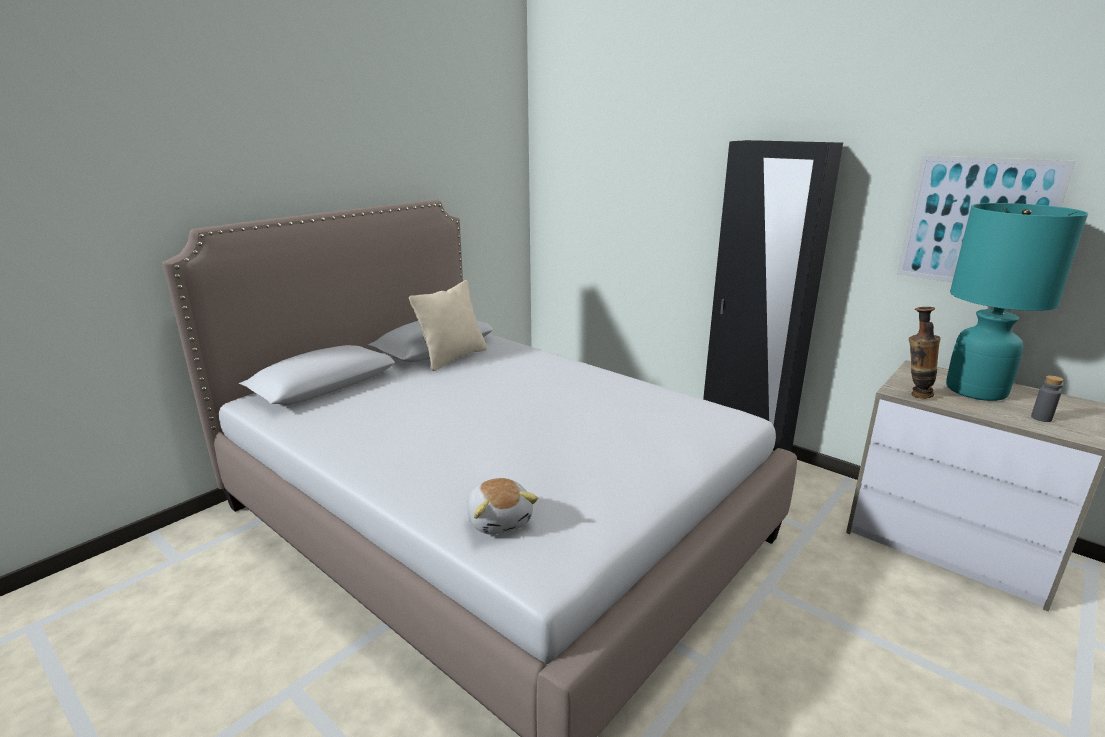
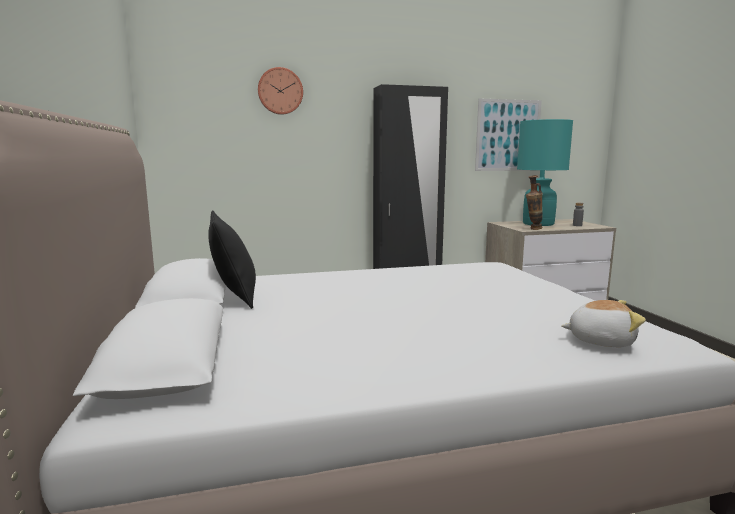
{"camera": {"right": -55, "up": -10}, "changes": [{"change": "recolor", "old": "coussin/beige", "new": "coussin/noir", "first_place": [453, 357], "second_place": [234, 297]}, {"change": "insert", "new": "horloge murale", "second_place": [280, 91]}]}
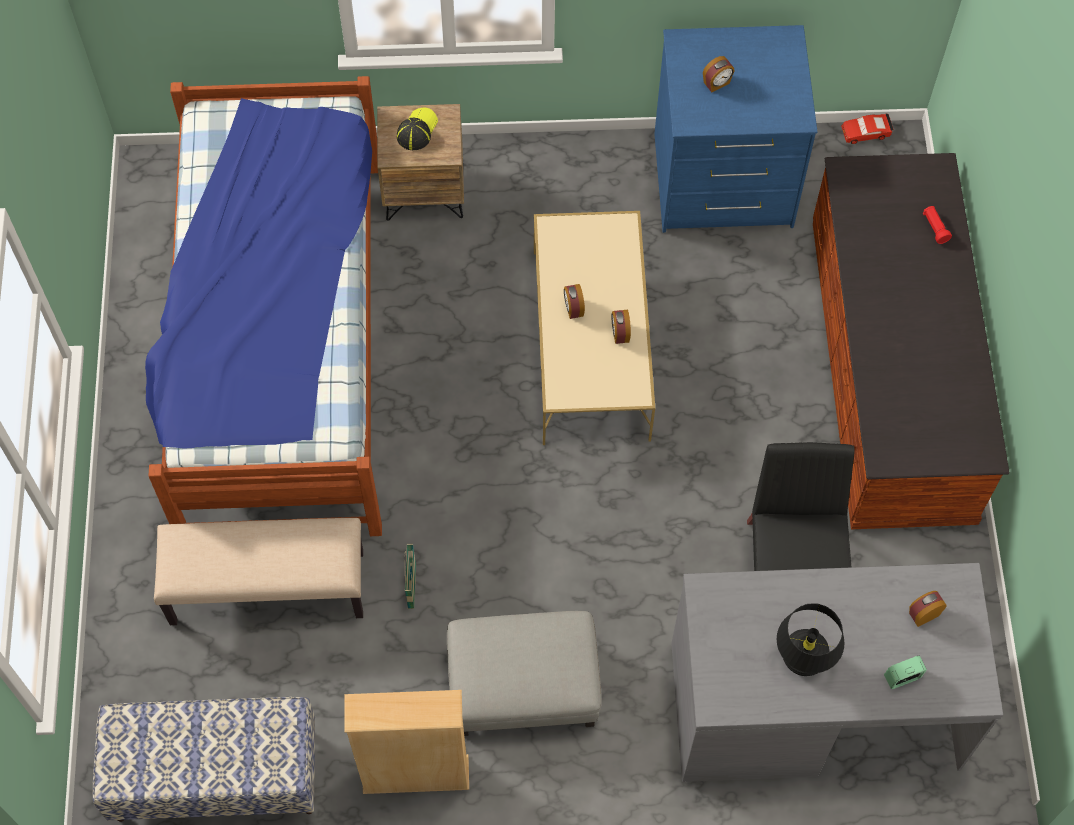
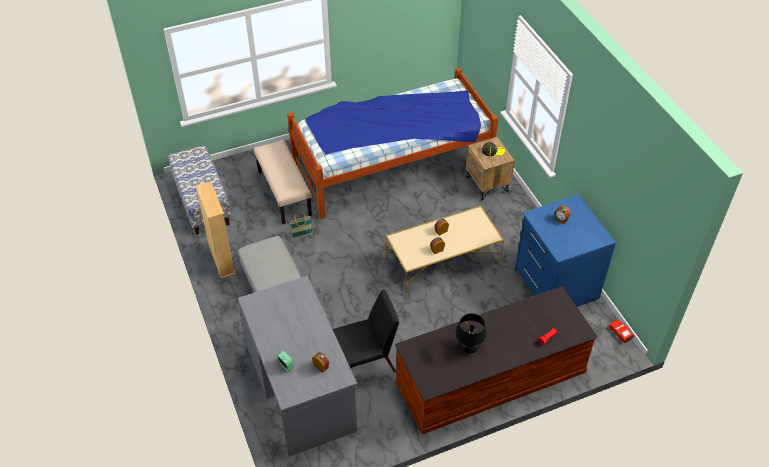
{"camera": {"right": 70, "up": -15}, "changes": [{"change": "move", "old": "lampe de table/noir", "first_place": [803, 659], "second_place": [469, 347]}]}
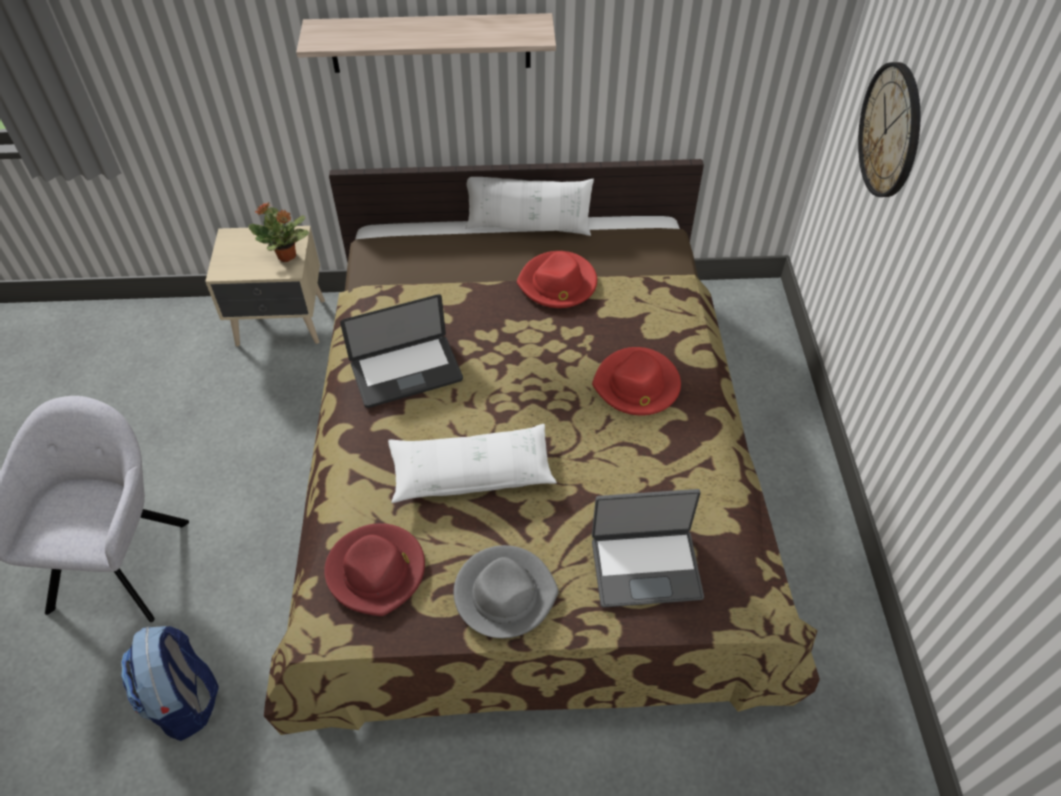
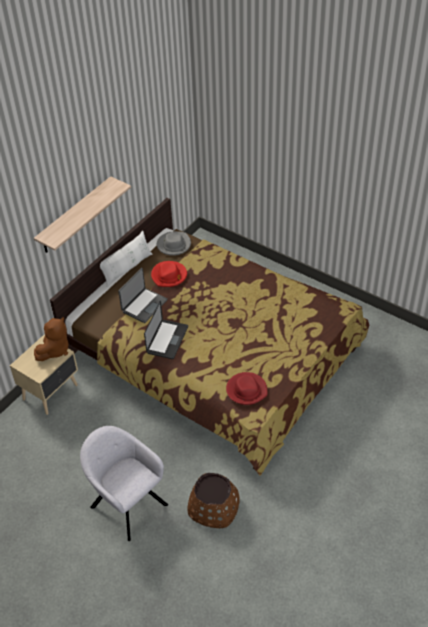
{"camera": {"right": -50, "up": -5}, "changes": [{"change": "delete", "old": "horloge murale", "first_place": [890, 130]}, {"change": "replace", "old": "plante en pot", "new": "peluche/marron", "first_place": [287, 256], "second_place": [55, 350]}, {"change": "delete", "old": "chapeau/rouge", "first_place": [637, 385]}, {"change": "delete", "old": "coussin/blanc", "first_place": [472, 472]}, {"change": "move", "old": "ordinateur portable", "first_place": [645, 566], "second_place": [144, 305]}, {"change": "move", "old": "chapeau/gris", "first_place": [504, 593], "second_place": [174, 245]}, {"change": "replace", "old": "sac à dos", "new": "cache-pot/marron", "first_place": [185, 700], "second_place": [213, 507]}]}
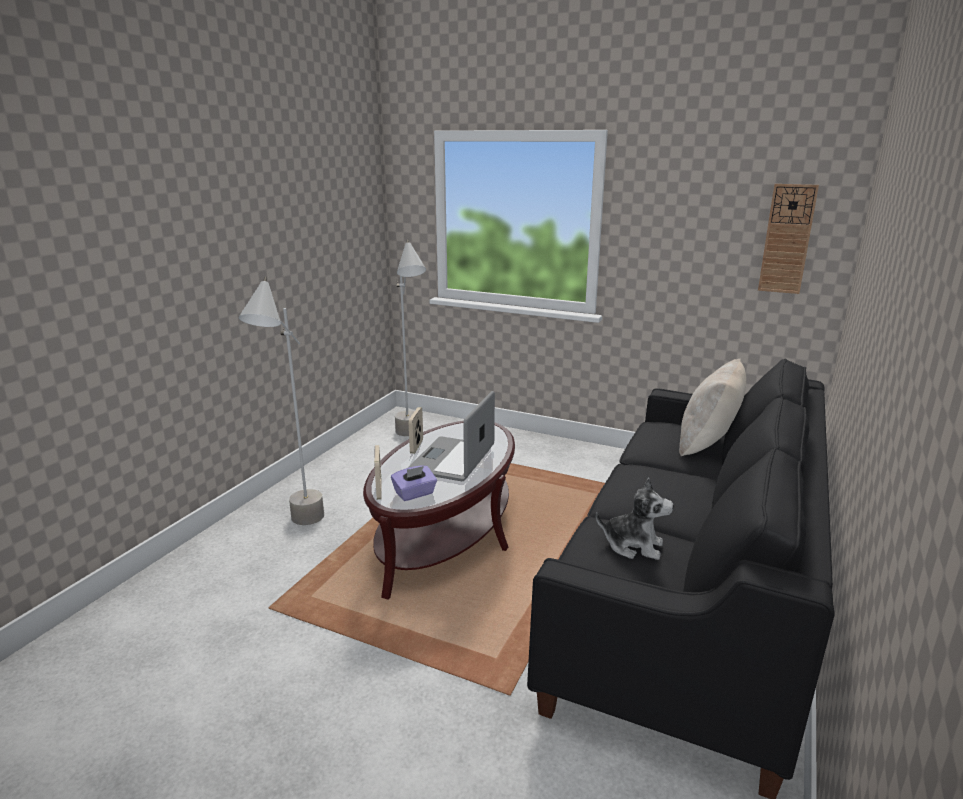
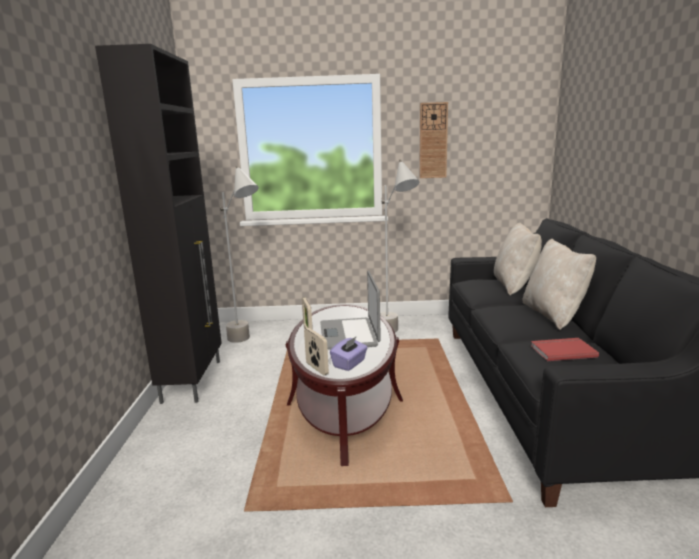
{"camera": {"right": -25, "up": -5}, "changes": [{"change": "move", "old": "horloge murale", "first_place": [787, 239], "second_place": [433, 140]}, {"change": "move", "old": "lampadaire/gris", "first_place": [299, 531], "second_place": [396, 335]}, {"change": "replace", "old": "peluche", "new": "livre/rouge", "first_place": [633, 545], "second_place": [562, 351]}, {"change": "insert", "new": "meuble de rangement/noir", "second_place": [193, 380]}, {"change": "insert", "new": "coussin/beige", "second_place": [553, 315]}]}
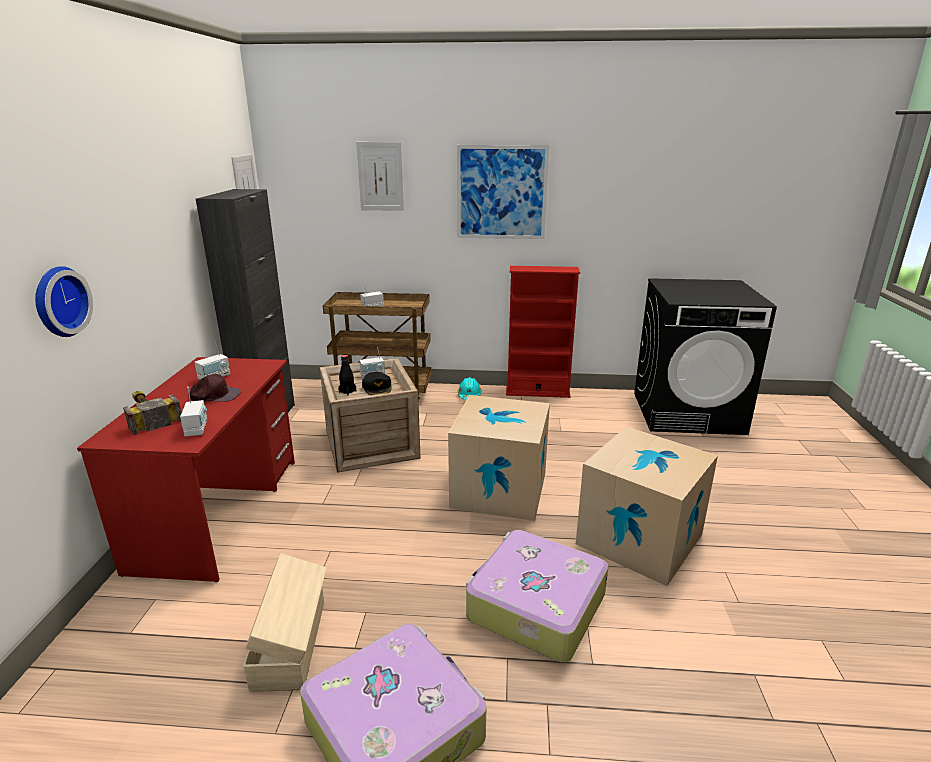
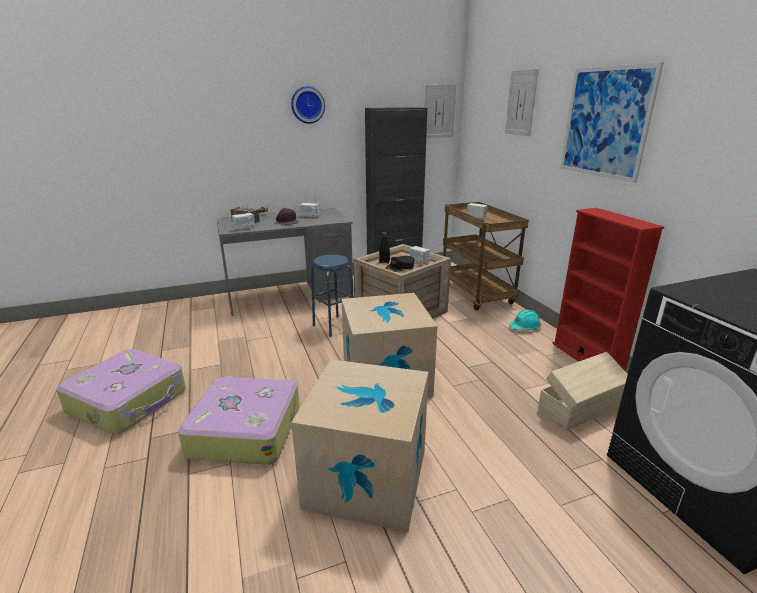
{"camera": {"right": 65, "up": 0}, "changes": [{"change": "move", "old": "horloge murale", "first_place": [58, 301], "second_place": [307, 105]}, {"change": "recolor", "old": "bureau/rouge", "new": "bureau/gris", "first_place": [219, 512], "second_place": [290, 296]}, {"change": "move", "old": "boîte de rangement/beige", "first_place": [292, 642], "second_place": [581, 408]}, {"change": "insert", "new": "tabouret/bleu", "second_place": [334, 326]}]}
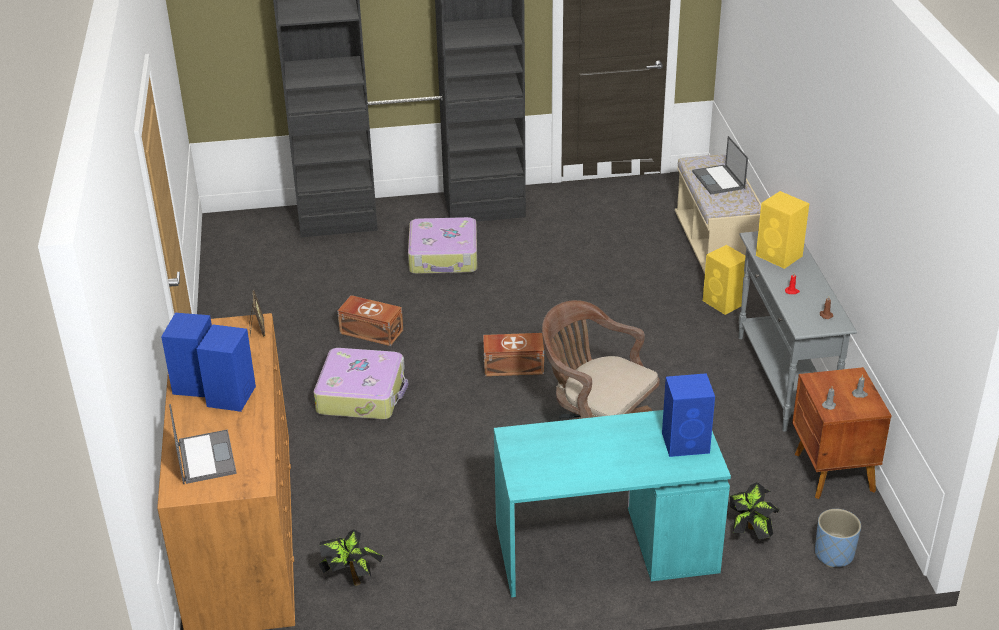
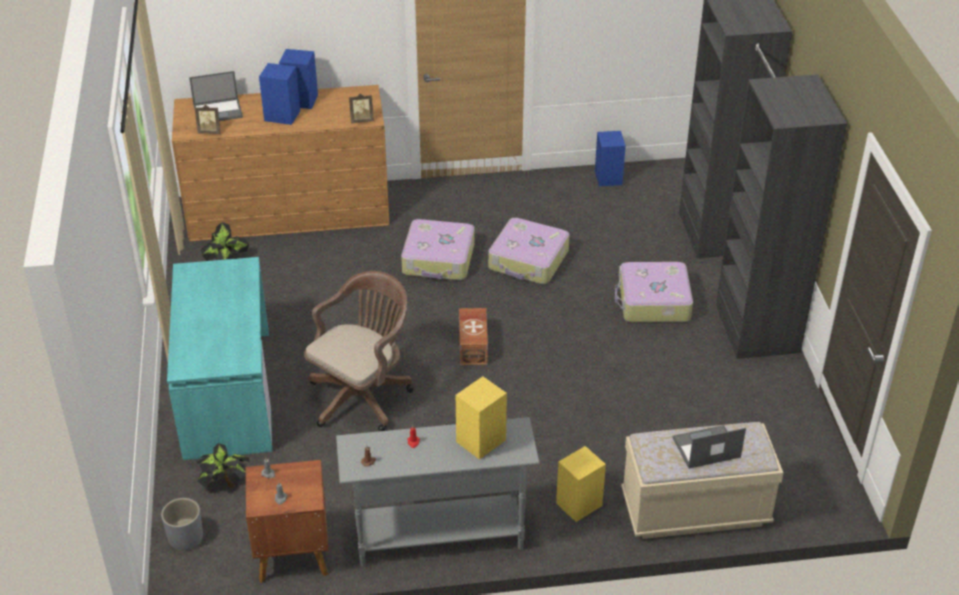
{"camera": {"right": 90, "up": 5}, "changes": [{"change": "replace", "old": "boîte de rangement/marron", "new": "valise", "first_place": [371, 331], "second_place": [528, 261]}, {"change": "move", "old": "enceinte/bleu", "first_place": [687, 443], "second_place": [608, 178]}, {"change": "recolor", "old": "cache-pot/bleu", "new": "cache-pot/gris", "first_place": [834, 554], "second_place": [185, 537]}, {"change": "insert", "new": "cadre photo", "second_place": [210, 131]}]}
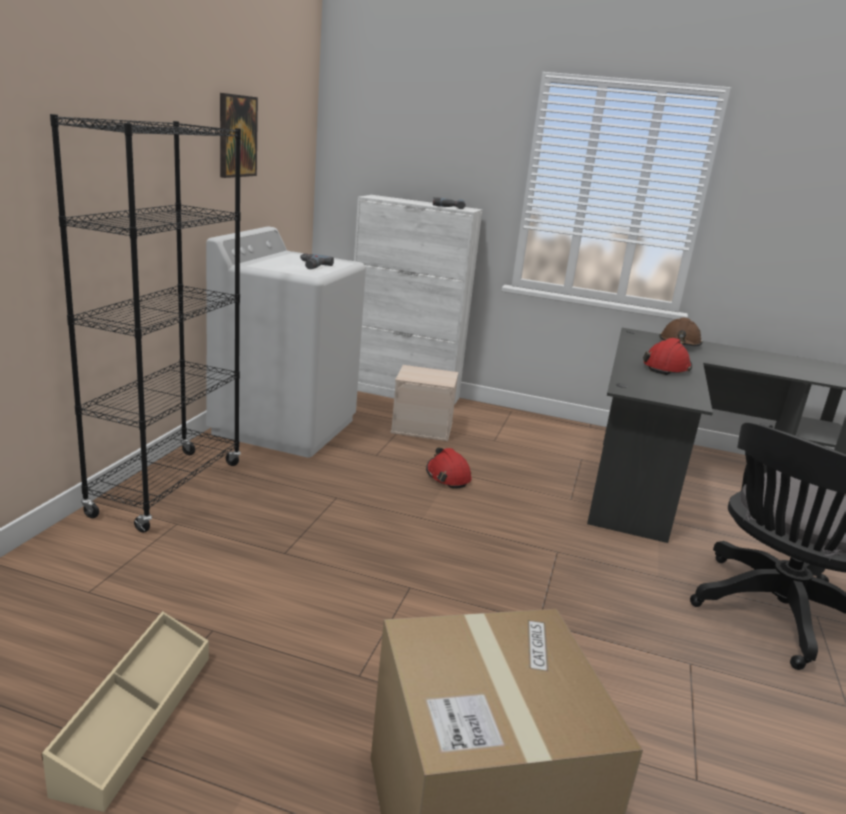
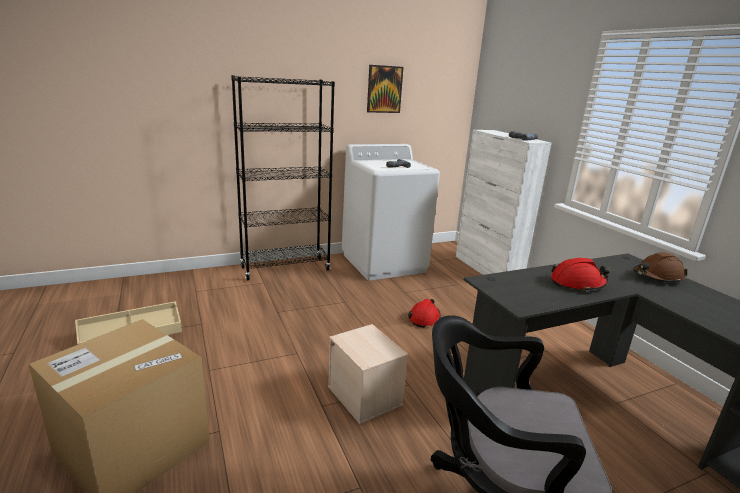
{"camera": {"right": 50, "up": 0}, "changes": [{"change": "move", "old": "boîte de rangement/beige", "first_place": [423, 427], "second_place": [365, 396]}]}
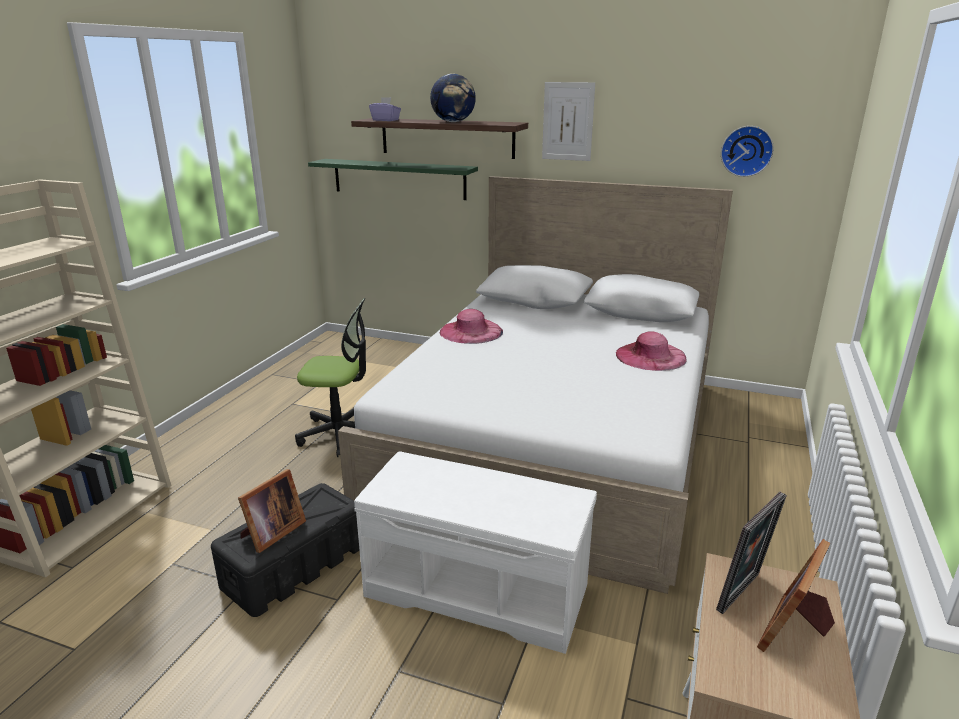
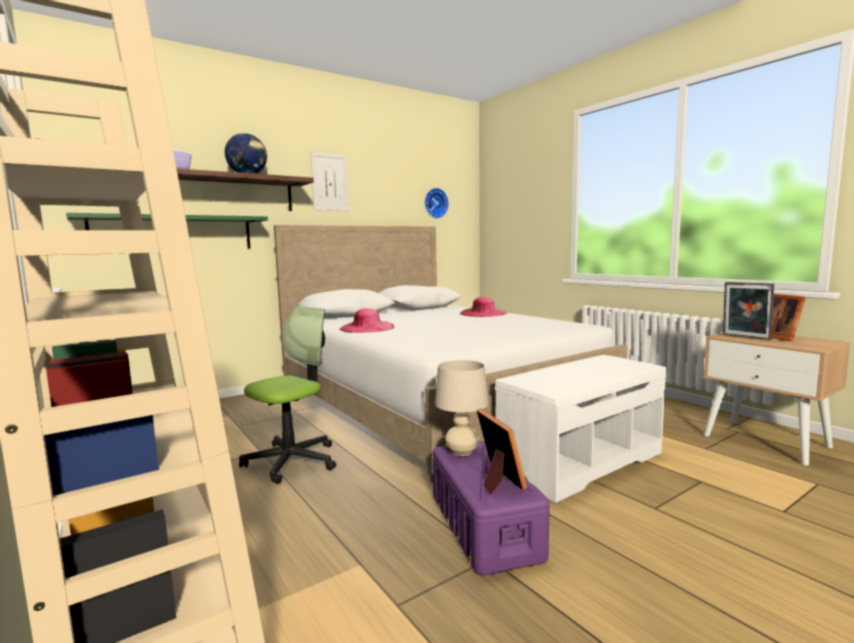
{"camera": {"right": -55, "up": -15}, "changes": [{"change": "recolor", "old": "boîte de rangement/noir", "new": "boîte de rangement/violet", "first_place": [295, 566], "second_place": [484, 525]}, {"change": "rotate", "old": "cadre photo", "first_place": [743, 594], "second_place": [745, 337], "degrees": 150}, {"change": "insert", "new": "lampe de table/beige", "second_place": [462, 452]}]}
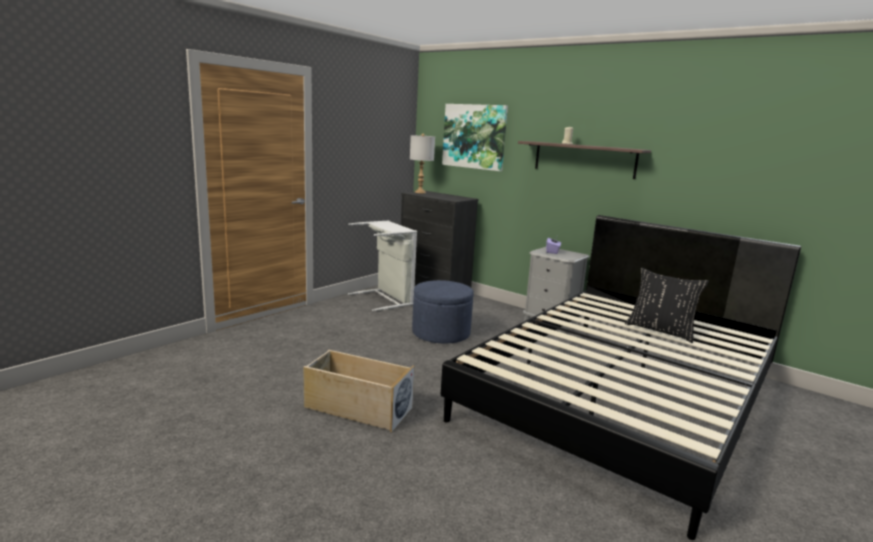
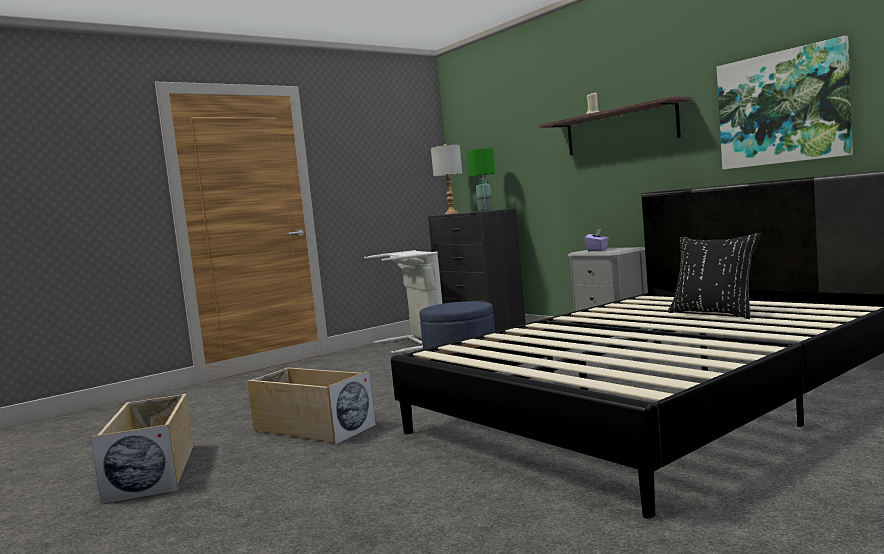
{"camera": {"right": 15, "up": -10}, "changes": [{"change": "move", "old": "tableau", "first_place": [474, 136], "second_place": [782, 108]}, {"change": "insert", "new": "lampe de table/vert", "second_place": [485, 210]}, {"change": "insert", "new": "boîte de rangement/beige", "second_place": [153, 471]}]}
